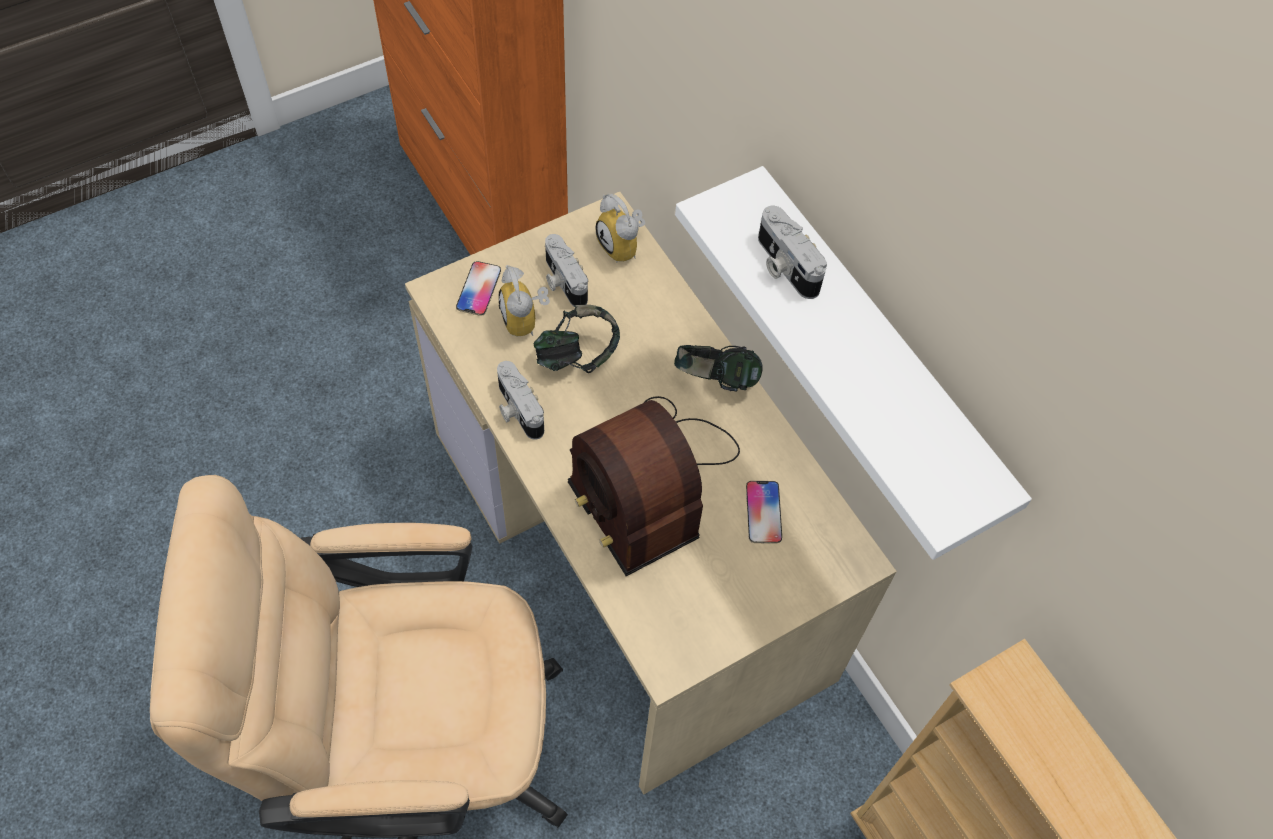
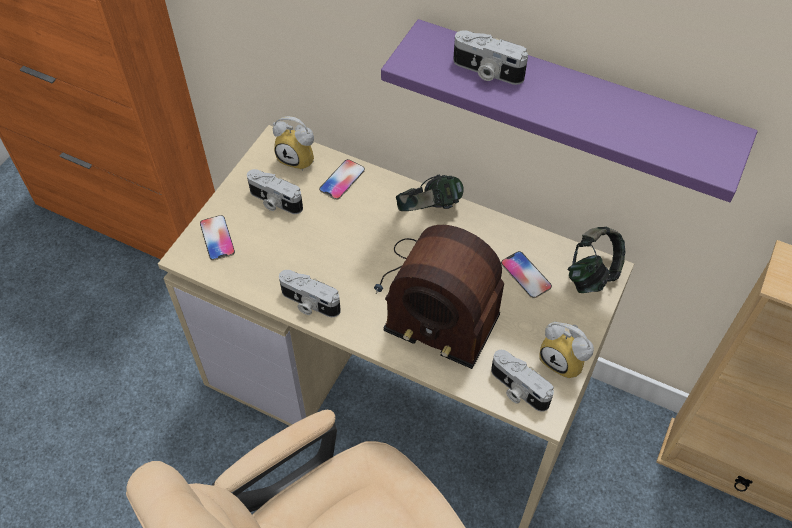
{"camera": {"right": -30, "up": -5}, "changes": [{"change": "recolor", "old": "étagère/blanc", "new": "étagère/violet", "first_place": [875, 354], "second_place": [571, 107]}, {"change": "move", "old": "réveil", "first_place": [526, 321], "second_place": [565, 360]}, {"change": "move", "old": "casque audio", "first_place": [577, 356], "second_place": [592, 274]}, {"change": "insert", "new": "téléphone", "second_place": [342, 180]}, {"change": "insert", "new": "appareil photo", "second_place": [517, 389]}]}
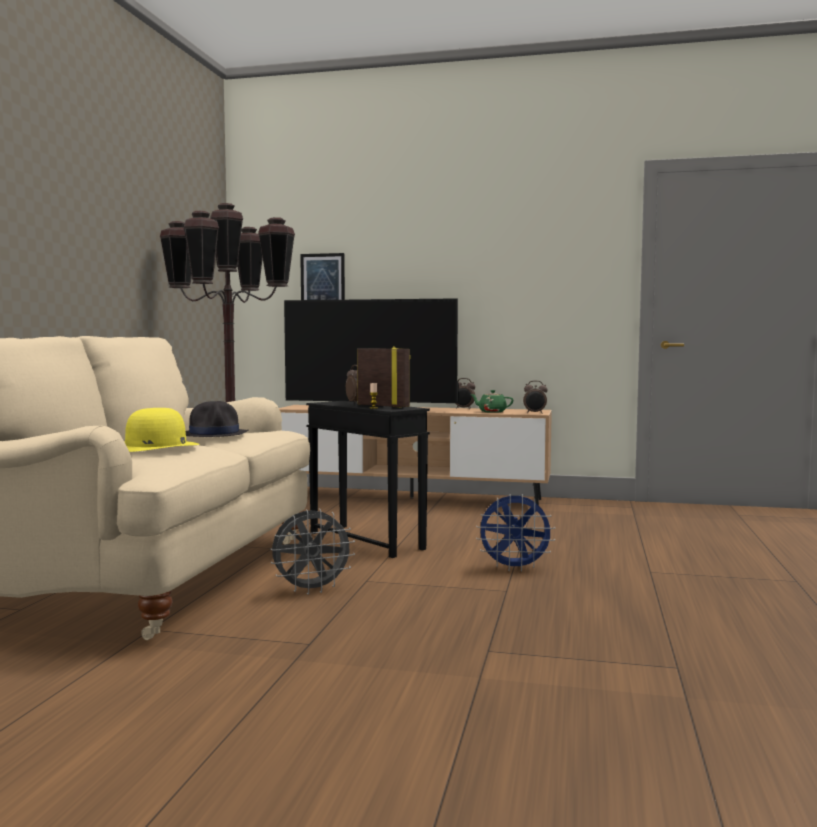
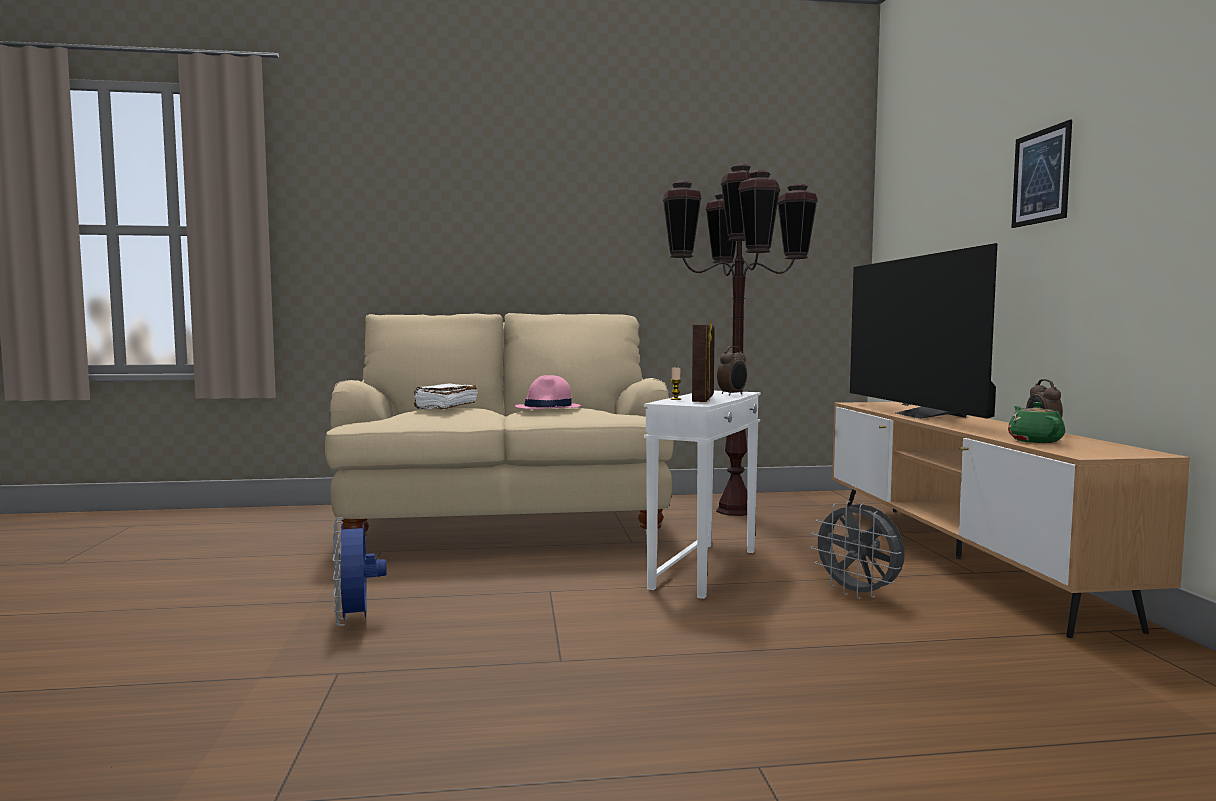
{"camera": {"right": 70, "up": 0}, "changes": [{"change": "move", "old": "tableau", "first_place": [322, 280], "second_place": [1041, 176]}, {"change": "delete", "old": "réveil", "first_place": [535, 413]}, {"change": "recolor", "old": "chapeau/noir", "new": "chapeau/rose", "first_place": [215, 434], "second_place": [548, 408]}, {"change": "recolor", "old": "table d'appoint/noir", "new": "table d'appoint/blanc", "first_place": [366, 540], "second_place": [706, 569]}, {"change": "replace", "old": "chapeau/jaune", "new": "livre/blanc", "first_place": [156, 446], "second_place": [445, 407]}, {"change": "move", "old": "ventilateur/bleu", "first_place": [514, 568], "second_place": [356, 621]}, {"change": "move", "old": "ventilateur/gris", "first_place": [312, 590], "second_place": [858, 594]}]}
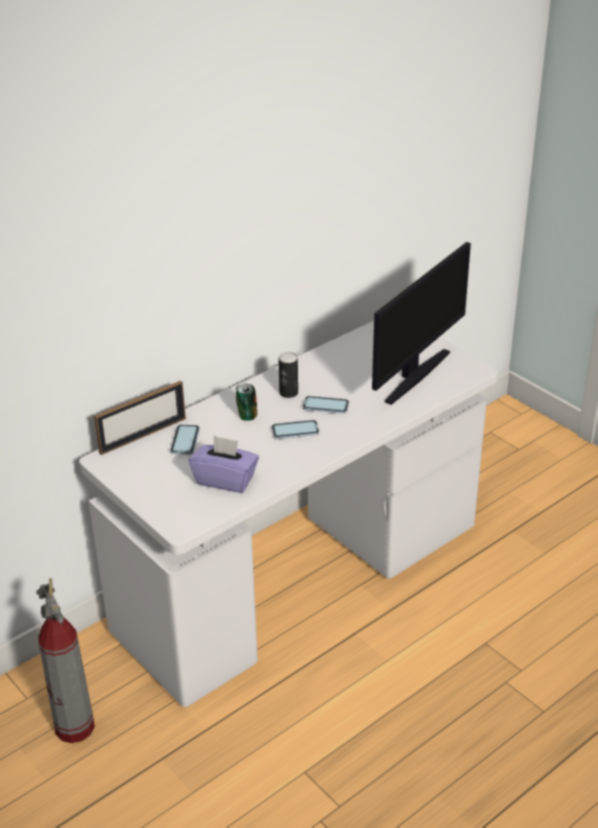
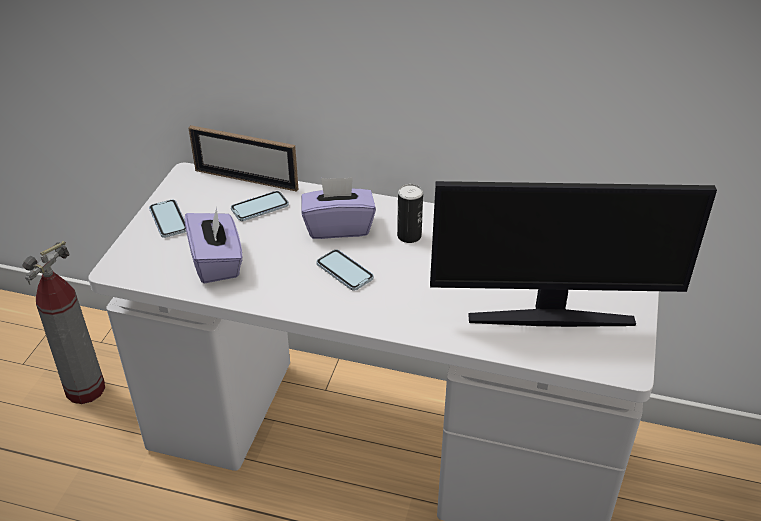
{"camera": {"right": 55, "up": 5}, "changes": [{"change": "replace", "old": "boîte métallique", "new": "boîte à mouchoirs/violet", "first_place": [246, 416], "second_place": [338, 227]}, {"change": "move", "old": "téléphone", "first_place": [325, 406], "second_place": [168, 220]}]}
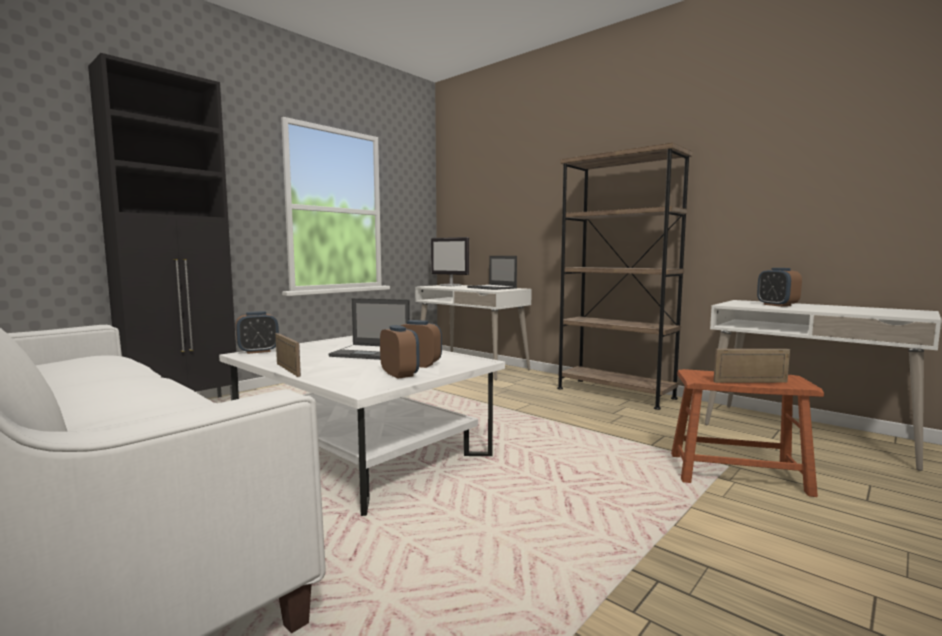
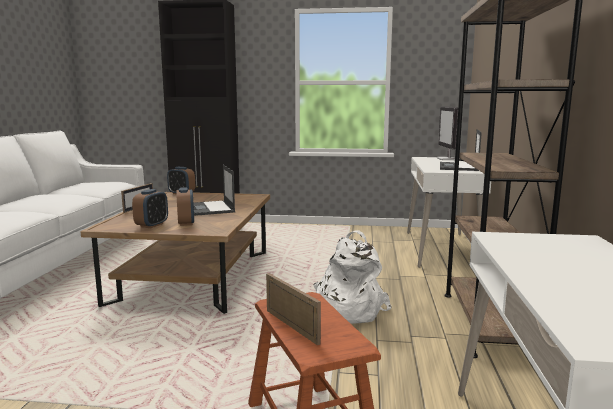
{"camera": {"right": 55, "up": 5}, "changes": [{"change": "delete", "old": "réveil", "first_place": [777, 305]}, {"change": "recolor", "old": "table basse/blanc", "new": "table basse/marron", "first_place": [359, 449], "second_place": [194, 276]}, {"change": "insert", "new": "sac à dos/blanc", "second_place": [346, 309]}]}
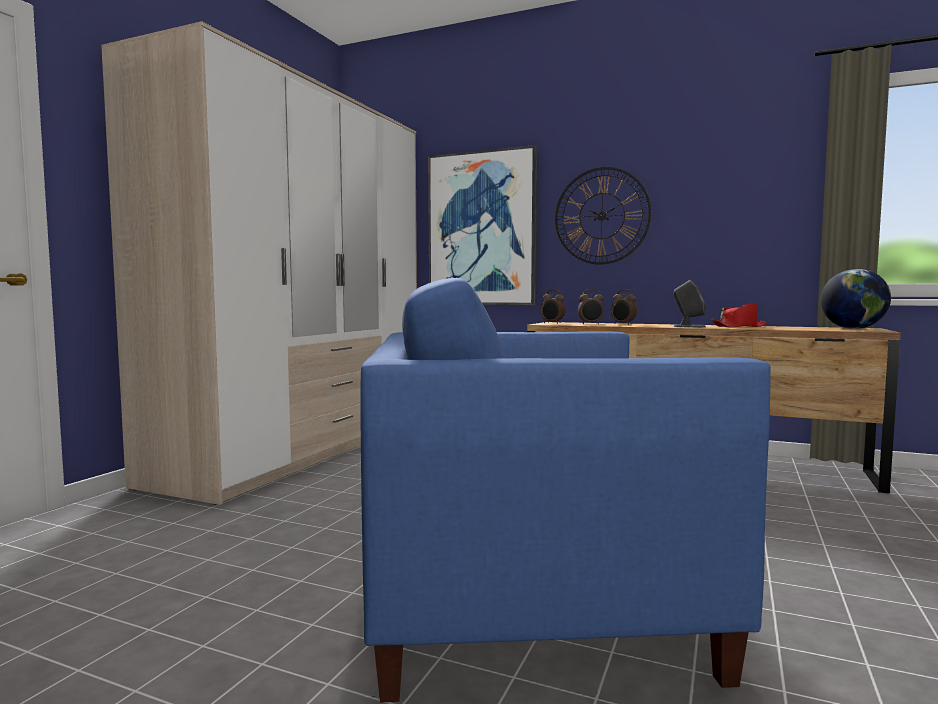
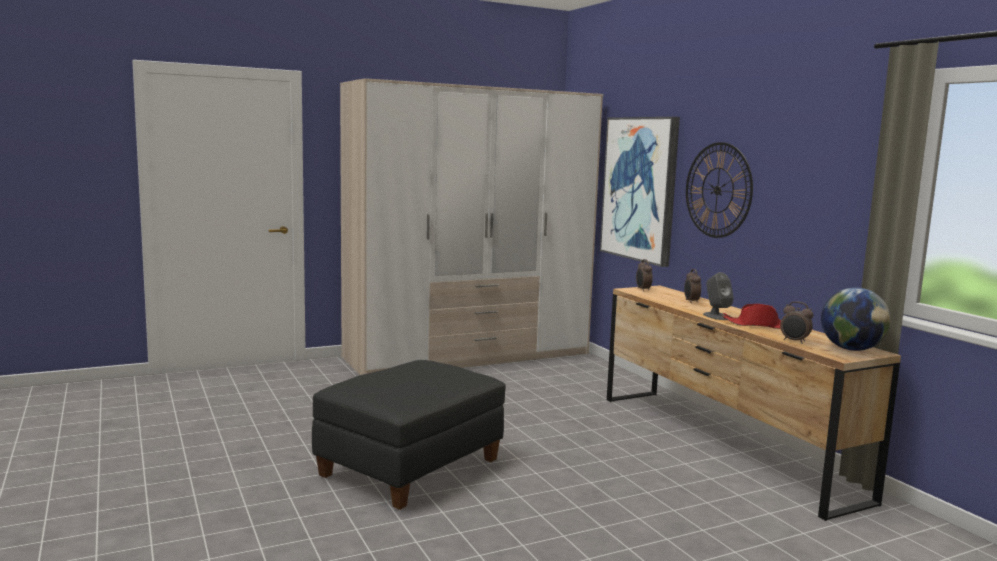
{"camera": {"right": 40, "up": 5}, "changes": [{"change": "replace", "old": "fauteuil/bleu", "new": "pouf/noir", "first_place": [530, 591], "second_place": [410, 468]}, {"change": "move", "old": "réveil", "first_place": [590, 324], "second_place": [794, 341]}]}
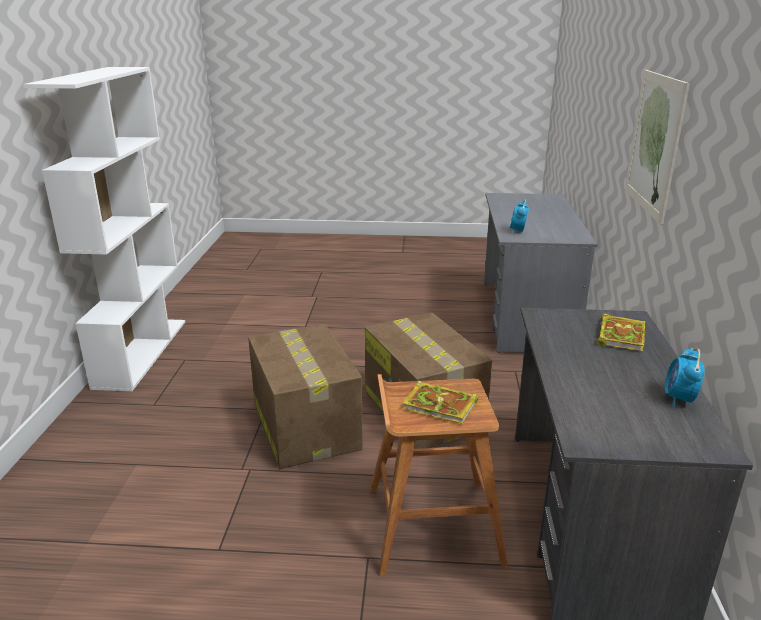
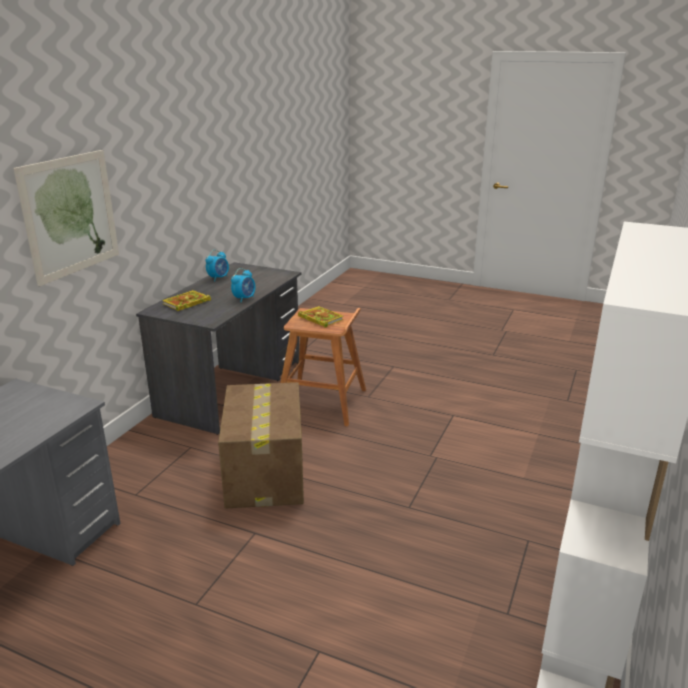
{"camera": {"right": -160, "up": 0}, "changes": [{"change": "move", "old": "réveil", "first_place": [517, 231], "second_place": [244, 298]}, {"change": "delete", "old": "carton", "first_place": [305, 424]}]}
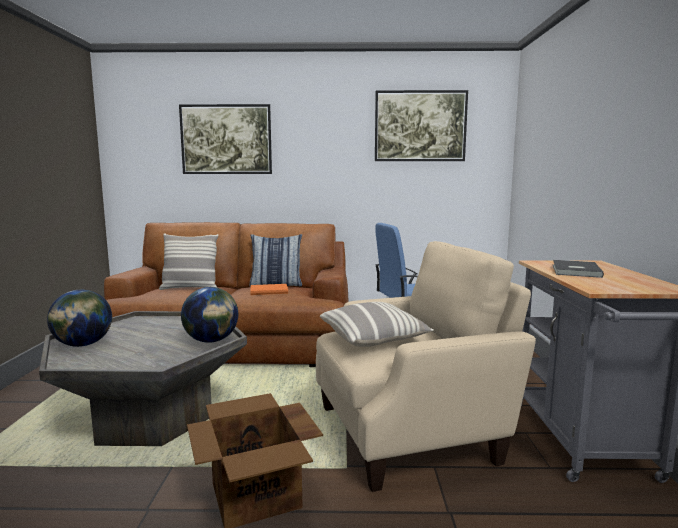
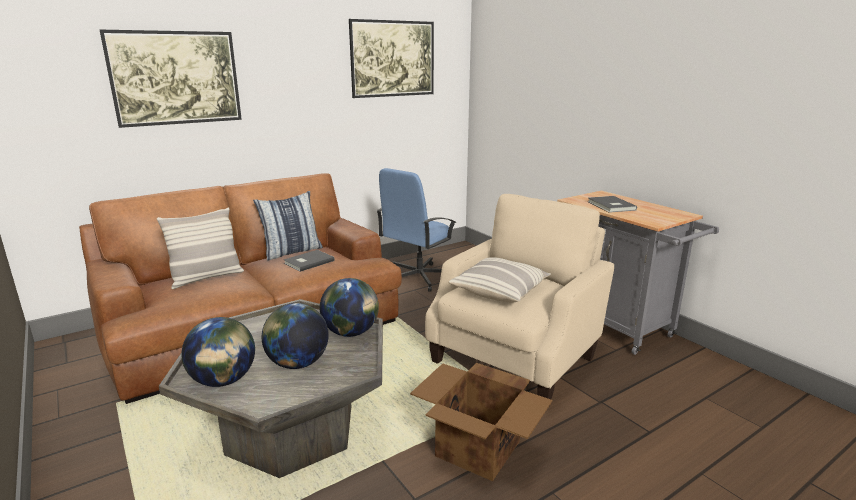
{"camera": {"right": -35, "up": 10}, "changes": [{"change": "recolor", "old": "livre/orange", "new": "livre/gris", "first_place": [268, 291], "second_place": [308, 262]}, {"change": "insert", "new": "globe", "second_place": [297, 363]}]}
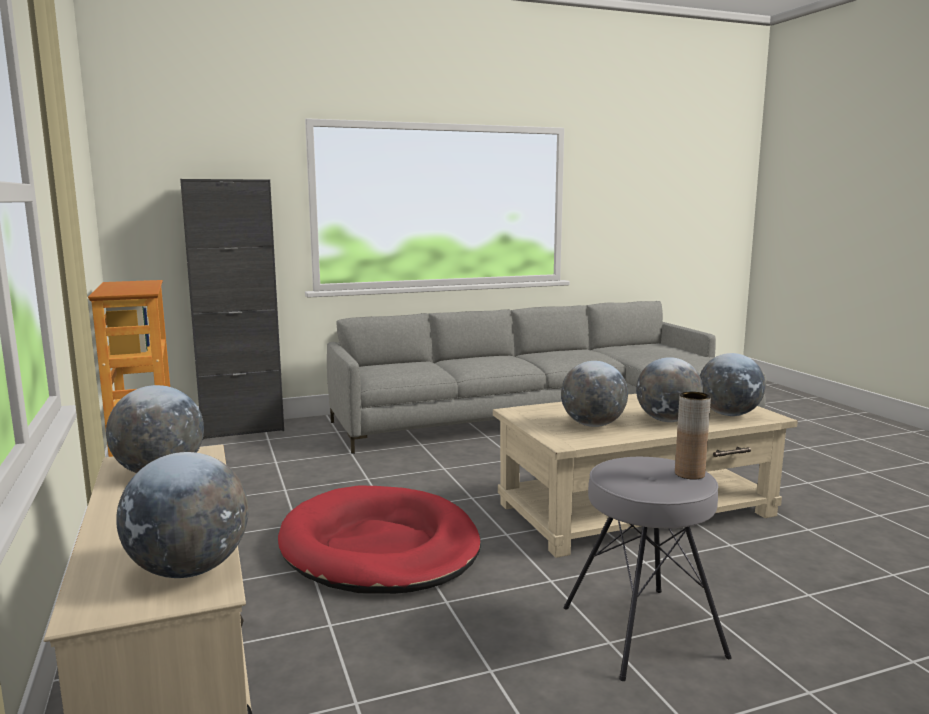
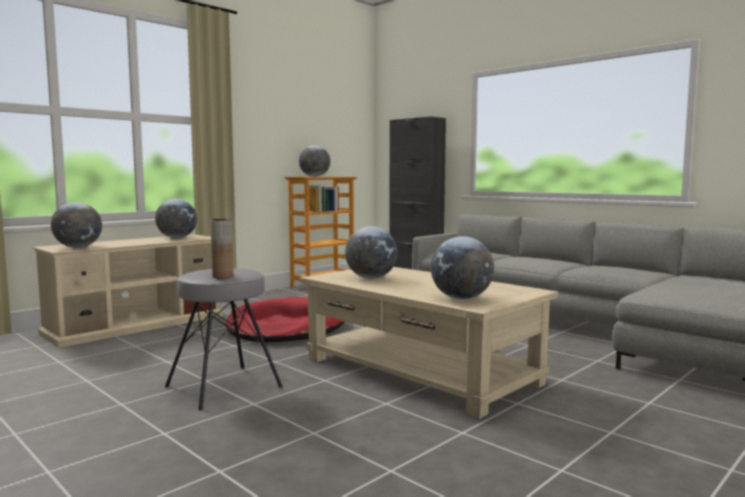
{"camera": {"right": 65, "up": -5}, "changes": [{"change": "move", "old": "globe", "first_place": [667, 420], "second_place": [314, 176]}]}
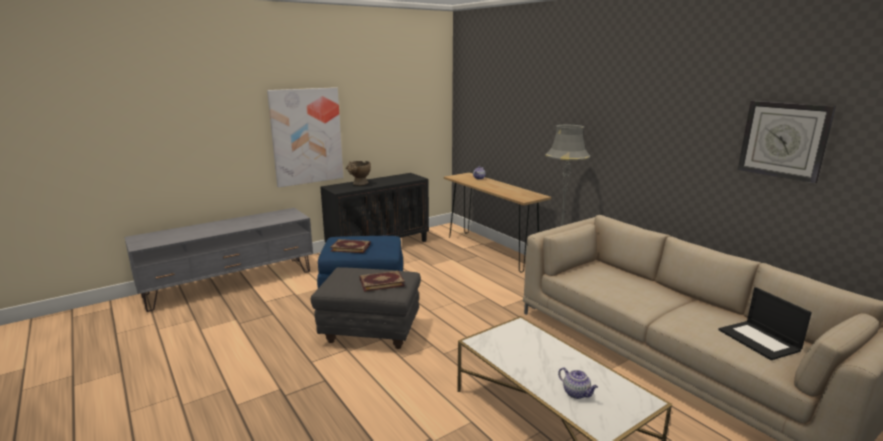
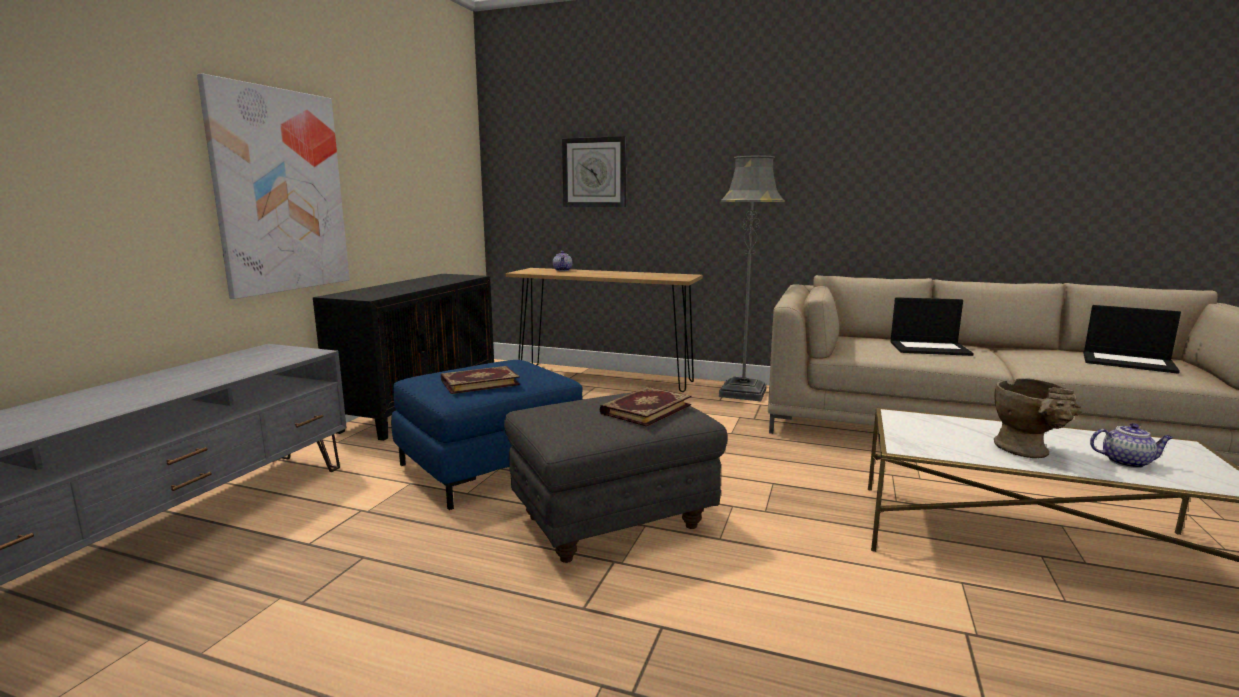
{"camera": {"right": -35, "up": -5}, "changes": [{"change": "move", "old": "horloge murale", "first_place": [783, 140], "second_place": [594, 172]}, {"change": "move", "old": "vase/beige", "first_place": [359, 184], "second_place": [1029, 452]}, {"change": "insert", "new": "ordinateur portable", "second_place": [930, 348]}]}
